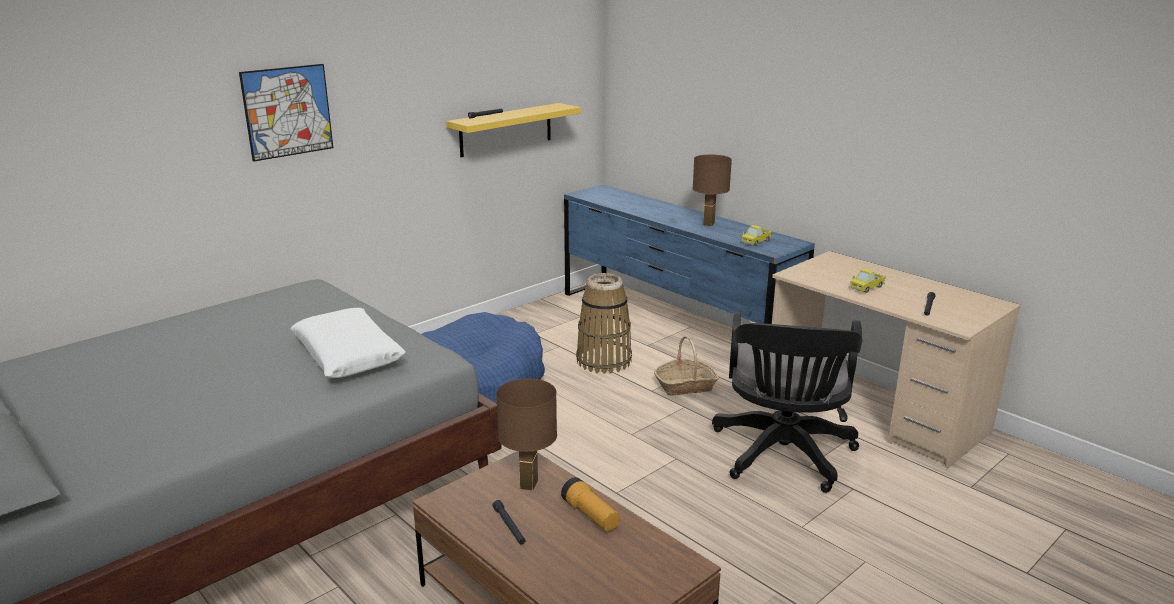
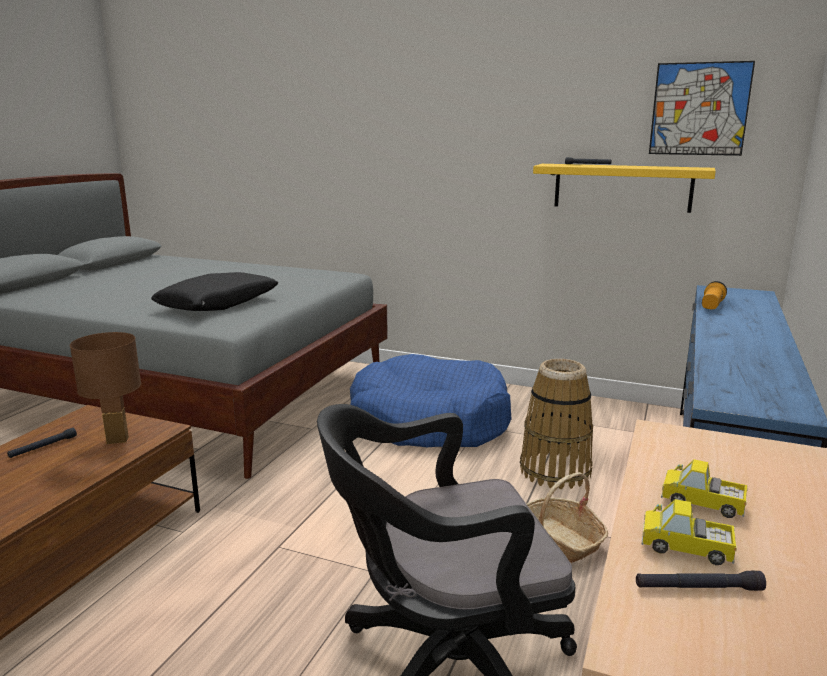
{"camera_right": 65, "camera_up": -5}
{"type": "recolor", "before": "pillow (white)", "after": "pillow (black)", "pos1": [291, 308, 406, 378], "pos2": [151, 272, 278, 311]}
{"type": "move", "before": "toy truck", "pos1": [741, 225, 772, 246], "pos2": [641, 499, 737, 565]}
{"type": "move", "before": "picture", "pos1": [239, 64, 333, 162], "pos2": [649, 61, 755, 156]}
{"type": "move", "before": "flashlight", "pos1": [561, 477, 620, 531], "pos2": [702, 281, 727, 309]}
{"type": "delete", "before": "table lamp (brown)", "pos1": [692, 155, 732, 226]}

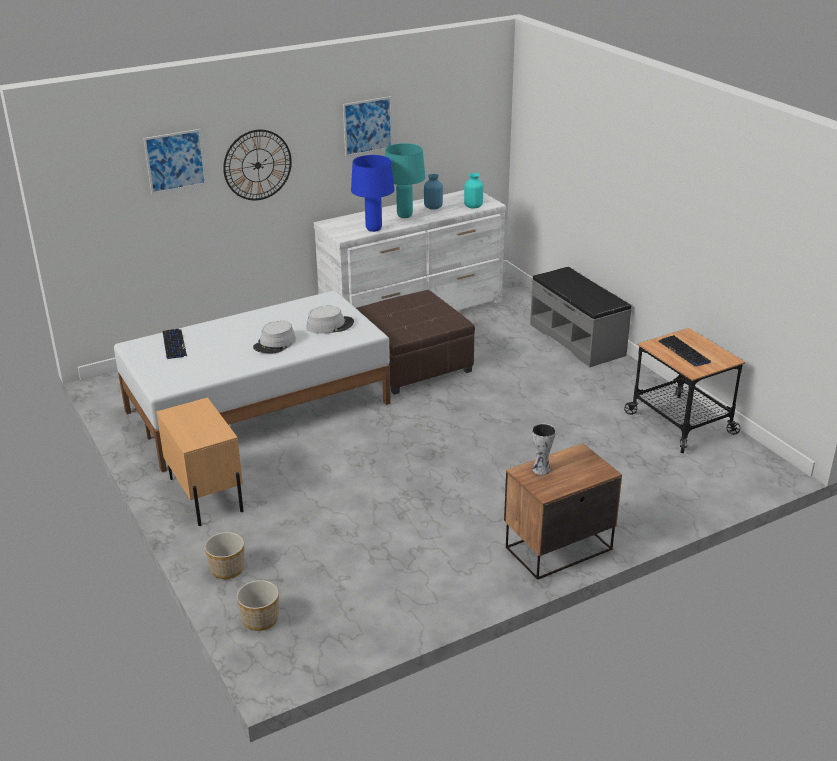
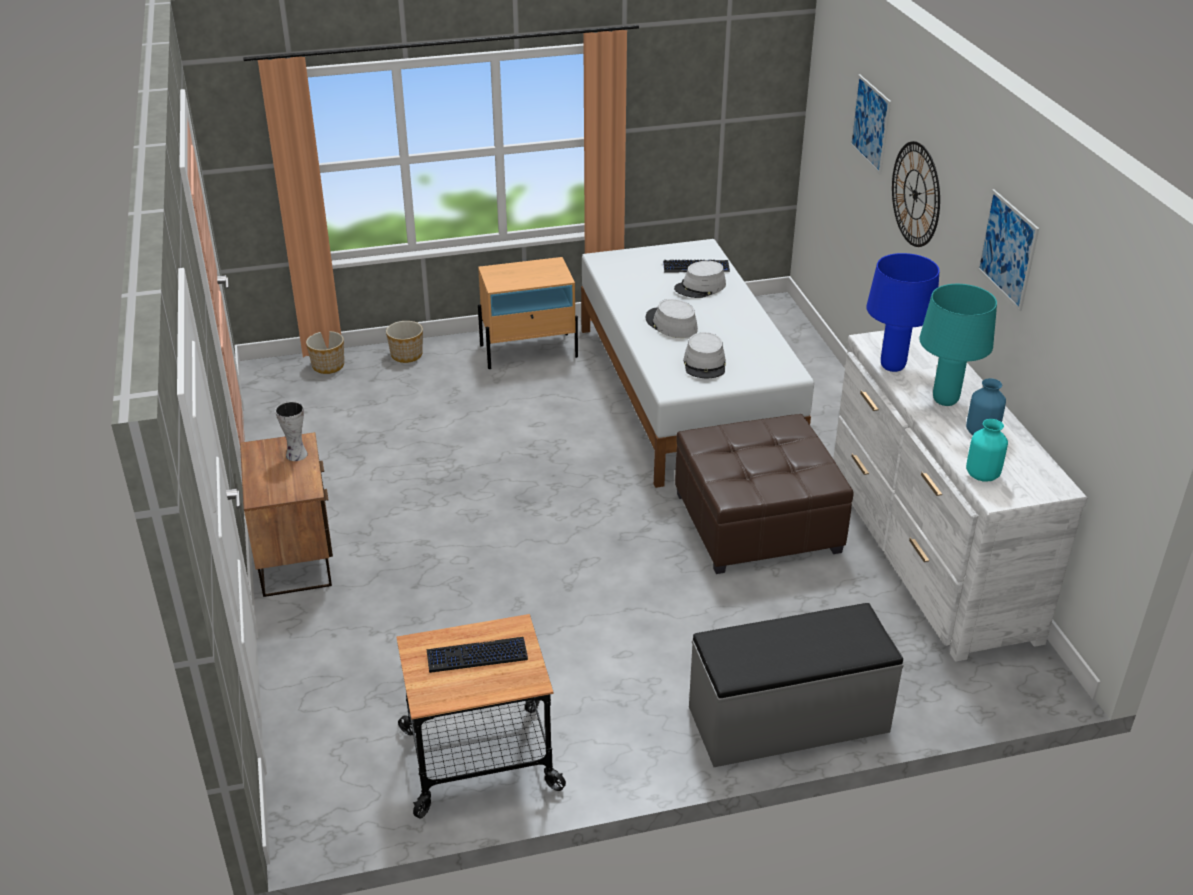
{"camera_right": 105, "camera_up": 5}
{"type": "insert", "after": "hat (grey)", "pos2": [674, 261, 726, 298]}

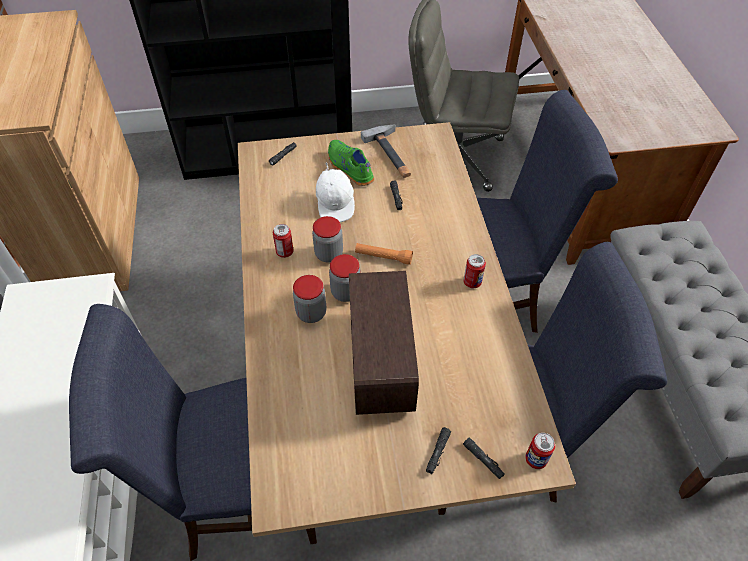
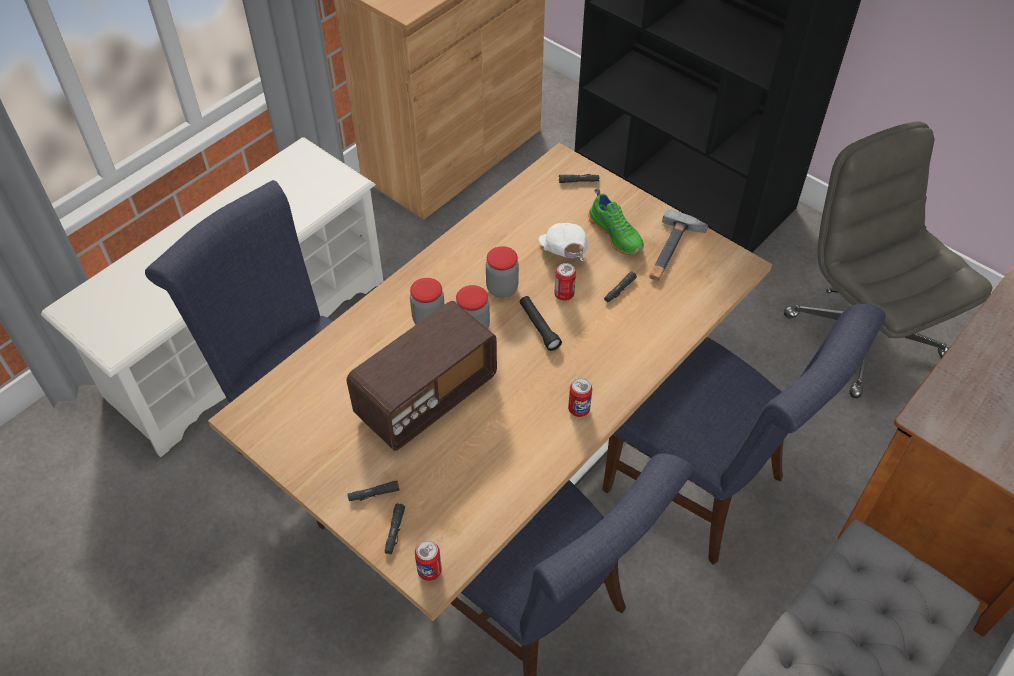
{"camera_right": 50, "camera_up": 0}
{"type": "recolor", "before": "flashlight (orange)", "after": "flashlight (black)", "pos1": [355, 243, 413, 265], "pos2": [520, 296, 562, 351]}
{"type": "rotate", "before": "cap (white)", "pos1": [316, 162, 355, 222], "pos2": [539, 223, 588, 261], "turn": 120}
{"type": "move", "before": "can", "pos1": [273, 224, 294, 258], "pos2": [554, 263, 576, 301]}
{"type": "rotate", "before": "shoe (green)", "pos1": [328, 140, 374, 186], "pos2": [588, 188, 644, 255], "turn": 135}

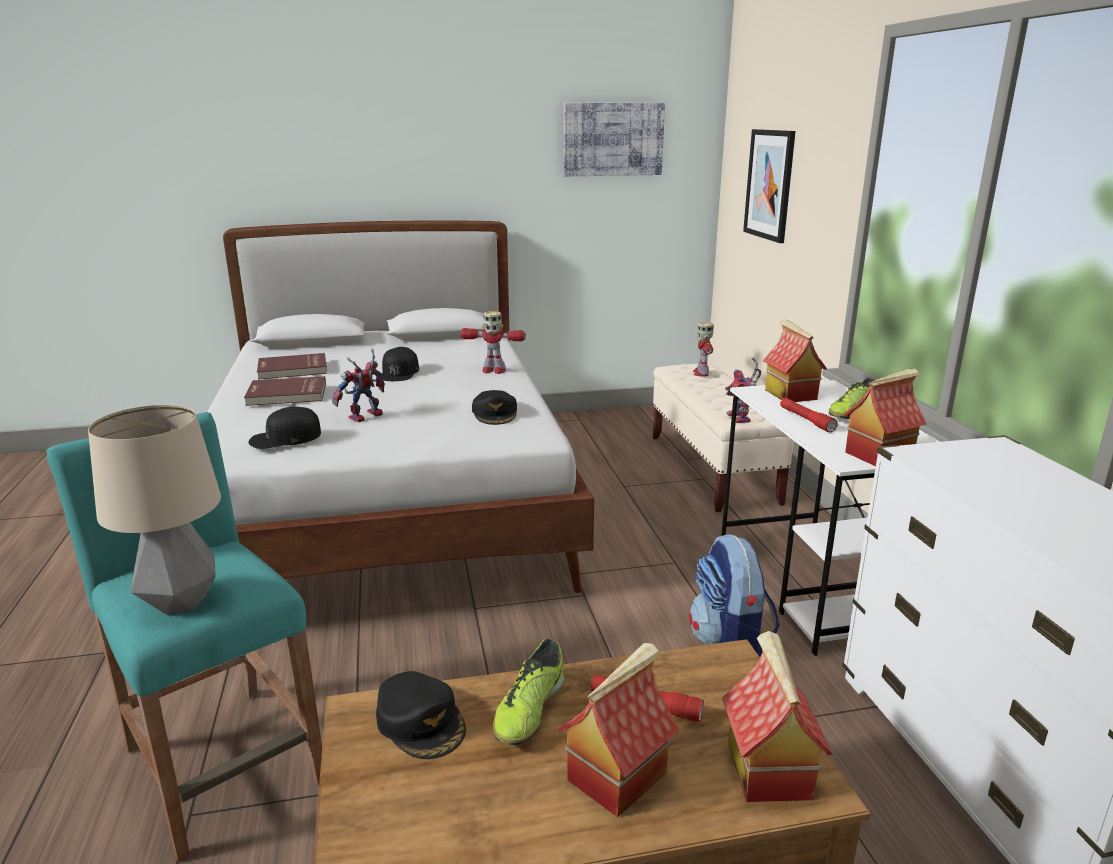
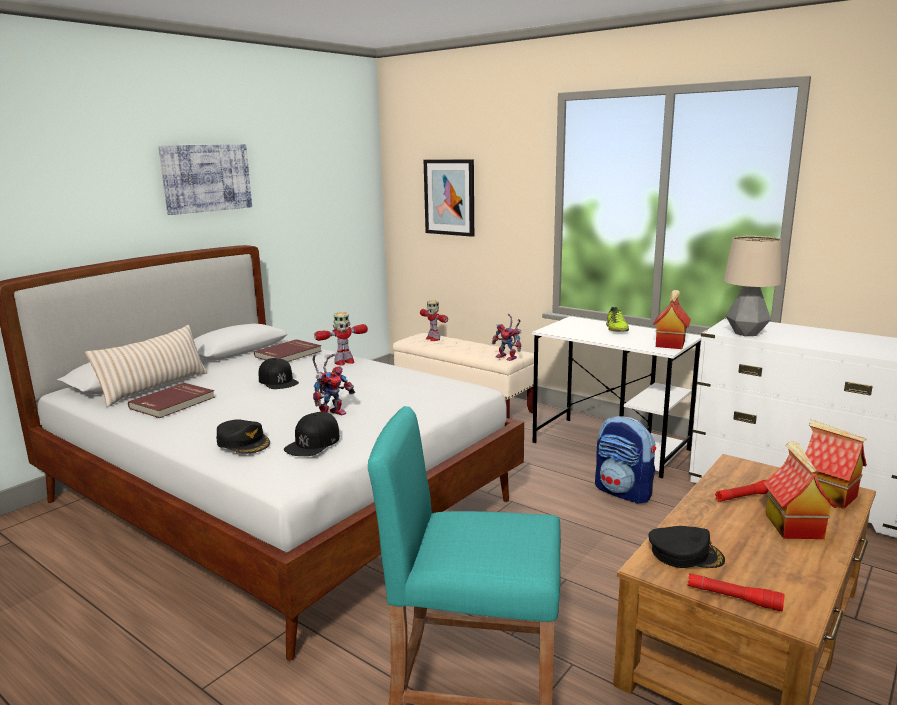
{"camera_right": -40, "camera_up": -5}
{"type": "insert", "after": "pillow (beige)", "pos2": [85, 325, 207, 407]}
{"type": "move", "before": "picture", "pos1": [564, 103, 665, 176], "pos2": [158, 144, 252, 215]}
{"type": "move", "before": "cap (black)", "pos1": [472, 390, 517, 425], "pos2": [216, 419, 270, 454]}
{"type": "move", "before": "book (red)", "pos1": [244, 376, 326, 406], "pos2": [254, 339, 321, 362]}
{"type": "rotate", "before": "toy robot", "pos1": [332, 349, 385, 422], "pos2": [312, 354, 355, 415], "turn": -150}
{"type": "move", "before": "flashlight (red)", "pos1": [780, 398, 838, 432], "pos2": [688, 573, 785, 612]}
{"type": "move", "before": "table lamp", "pos1": [88, 405, 221, 615], "pos2": [723, 236, 782, 336]}
{"type": "delete", "before": "shoe", "pos1": [493, 639, 564, 745]}
{"type": "delete", "before": "toy house", "pos1": [763, 320, 827, 402]}

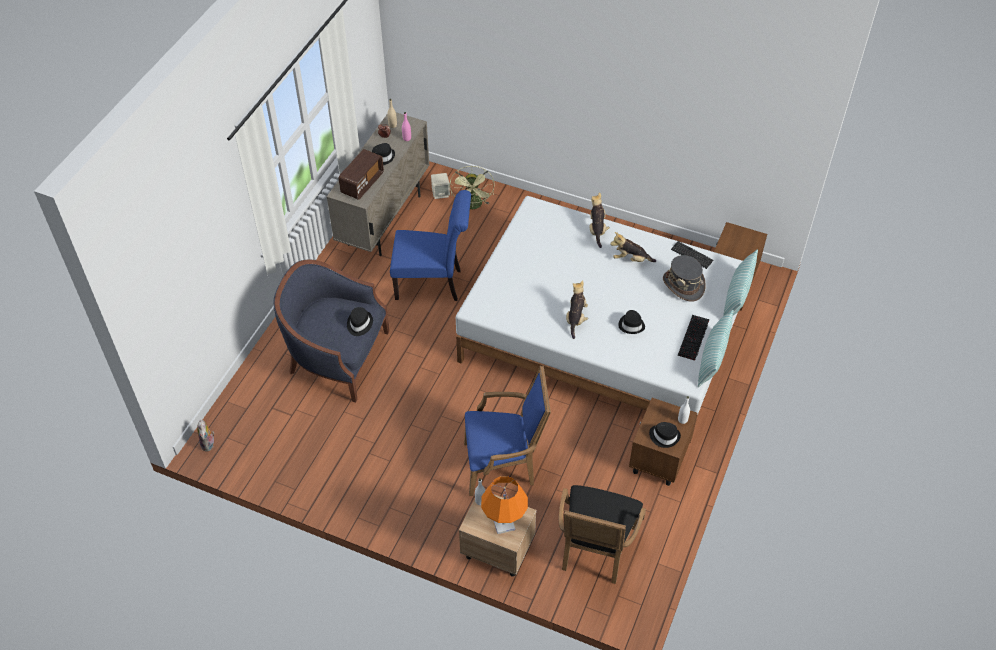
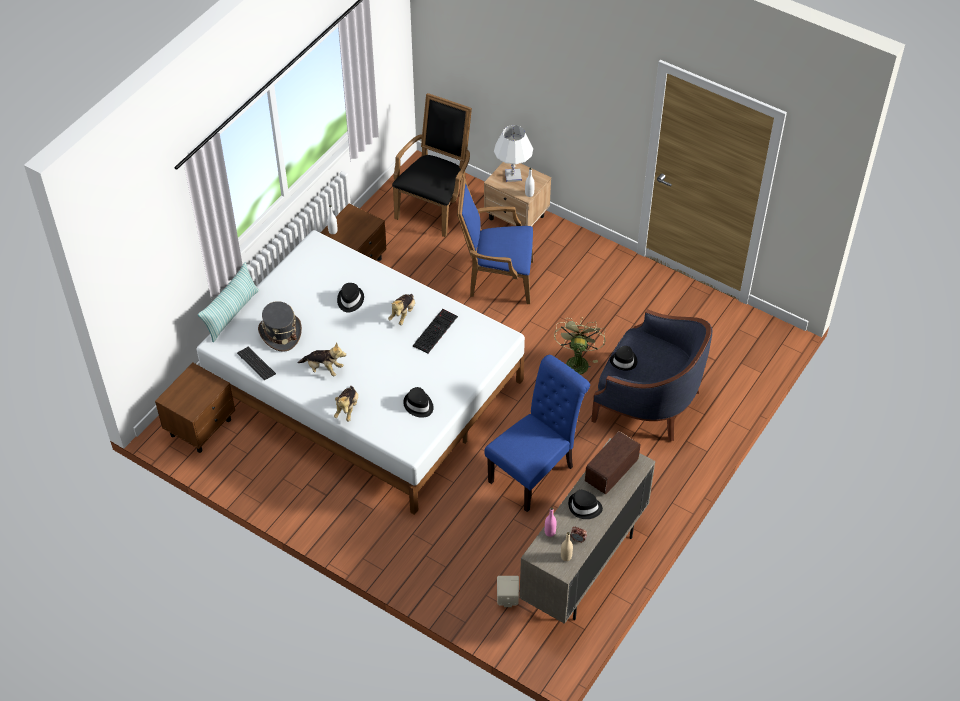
{"camera_right": -170, "camera_up": 0}
{"type": "move", "before": "hat (black)", "pos1": [649, 422, 681, 448], "pos2": [403, 387, 433, 417]}
{"type": "move", "before": "keyboard", "pos1": [678, 315, 709, 361], "pos2": [413, 309, 458, 353]}
{"type": "rotate", "before": "chair (blue)", "pos1": [390, 190, 471, 301], "pos2": [484, 355, 590, 512], "turn": 120}
{"type": "recolor", "before": "table lamp (orange)", "after": "table lamp (white)", "pos1": [481, 476, 528, 534], "pos2": [494, 125, 533, 182]}
{"type": "move", "before": "fan (green)", "pos1": [449, 166, 495, 209], "pos2": [554, 317, 606, 374]}
{"type": "delete", "before": "plush toy", "pos1": [197, 419, 214, 452]}
{"type": "delete", "before": "pillow", "pos1": [698, 310, 734, 387]}

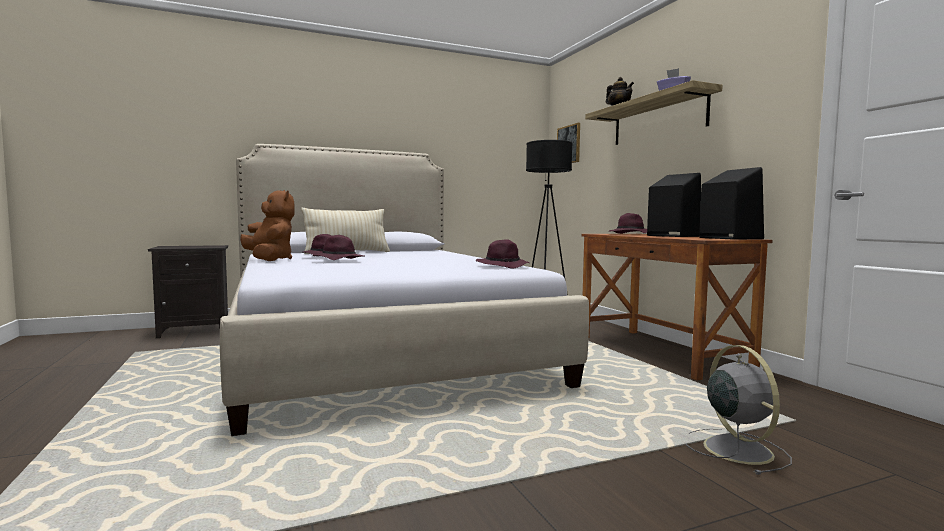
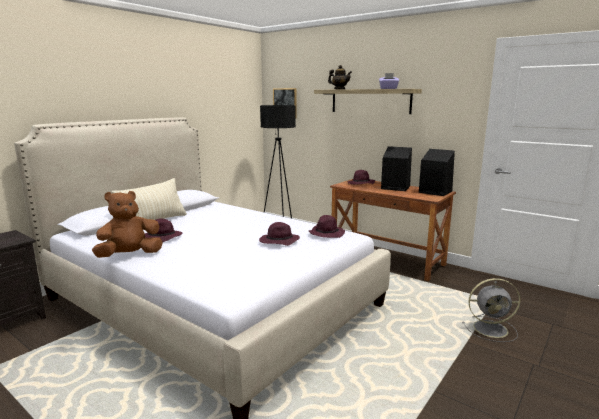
{"camera_right": -30, "camera_up": 10}
{"type": "rotate", "before": "plush toy (brown)", "pos1": [240, 190, 295, 261], "pos2": [92, 191, 163, 258], "turn": -60}
{"type": "move", "before": "hat (purple)", "pos1": [313, 235, 364, 260], "pos2": [259, 222, 300, 246]}
{"type": "rotate", "before": "fan (grey)", "pos1": [686, 345, 792, 475], "pos2": [462, 278, 520, 342], "turn": 135}

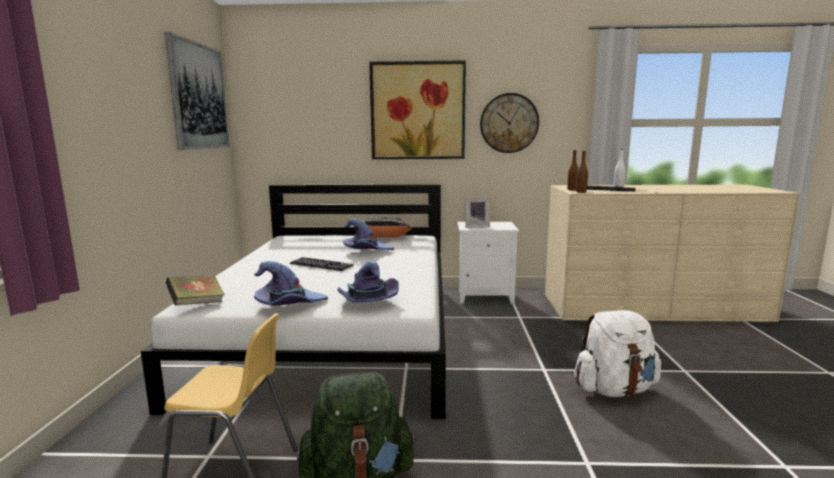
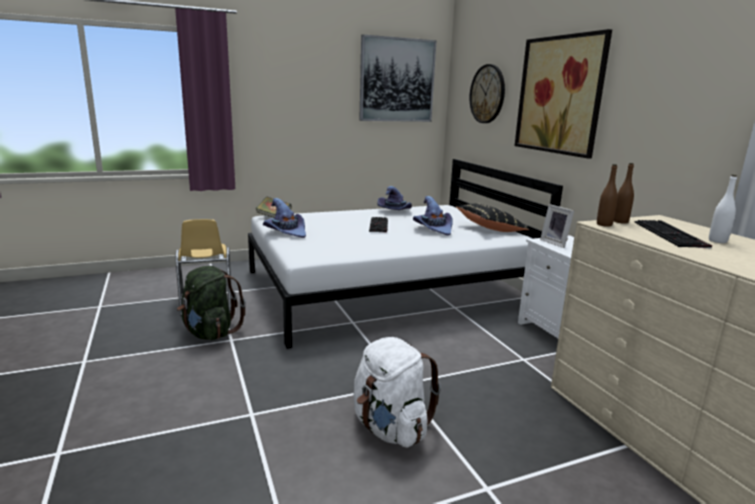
{"camera_right": 65, "camera_up": 5}
{"type": "move", "before": "hat (purple)", "pos1": [337, 261, 399, 303], "pos2": [377, 186, 412, 210]}
{"type": "move", "before": "wall clock", "pos1": [480, 93, 539, 153], "pos2": [470, 64, 505, 123]}

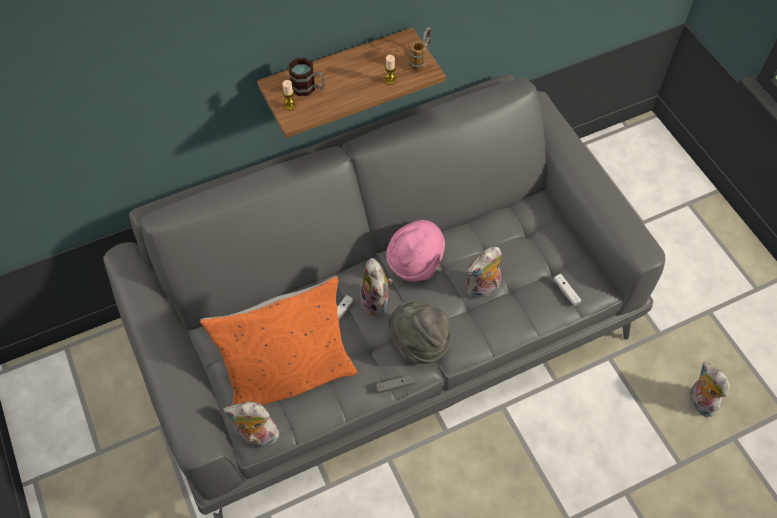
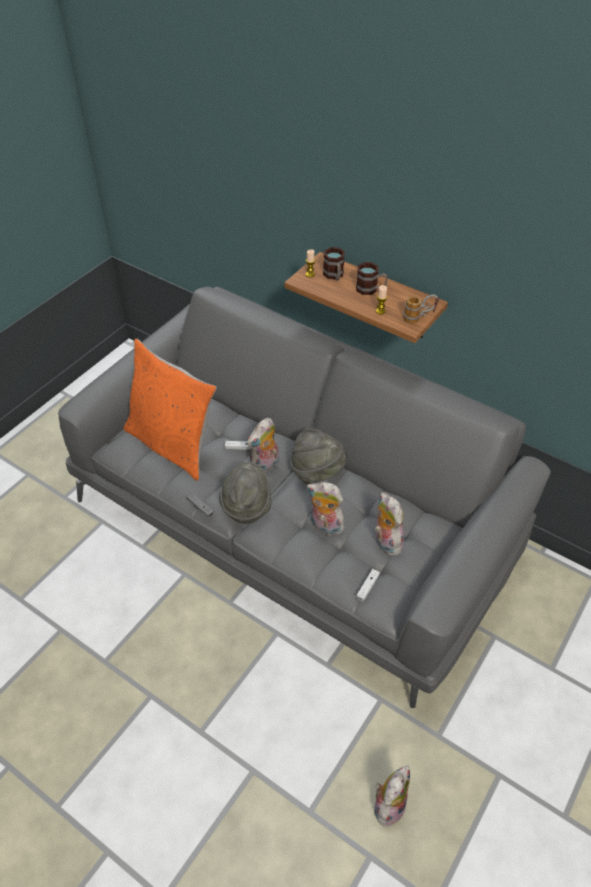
{"camera_right": 60, "camera_up": -10}
{"type": "recolor", "before": "hat (pink)", "after": "hat (grey)", "pos1": [386, 220, 445, 282], "pos2": [291, 428, 347, 484]}
{"type": "insert", "after": "mug", "pos2": [356, 262, 388, 295]}
{"type": "move", "before": "plush toy", "pos1": [223, 402, 283, 448], "pos2": [375, 492, 404, 555]}

